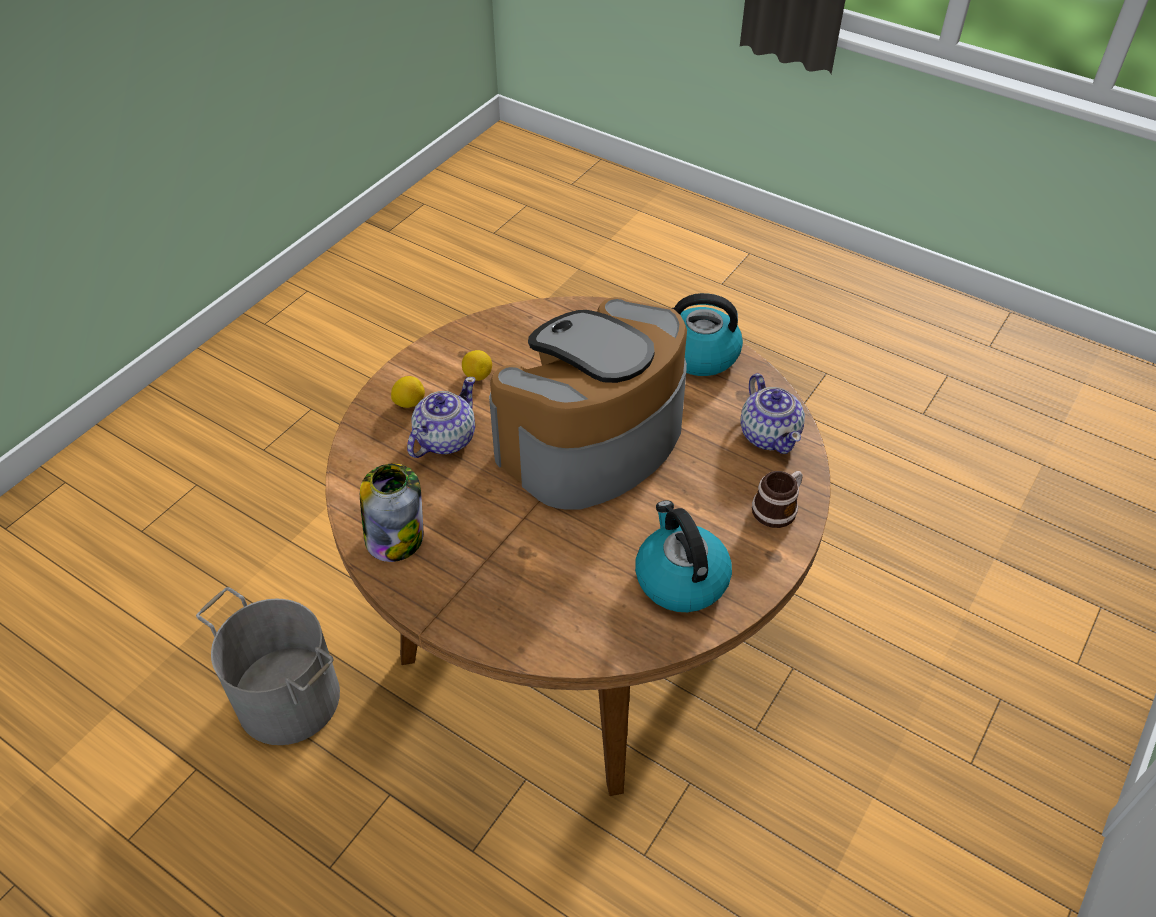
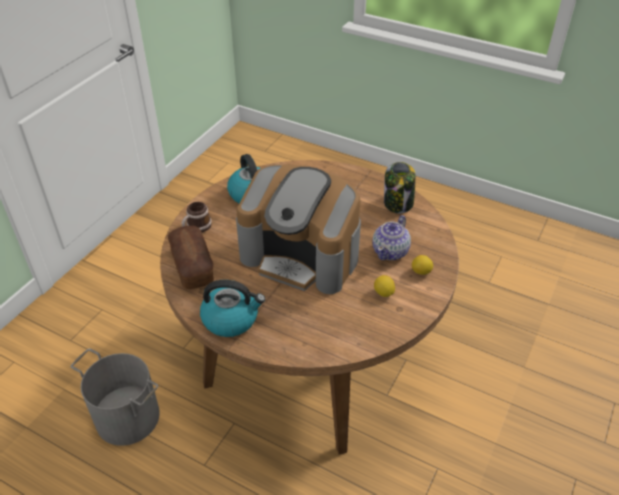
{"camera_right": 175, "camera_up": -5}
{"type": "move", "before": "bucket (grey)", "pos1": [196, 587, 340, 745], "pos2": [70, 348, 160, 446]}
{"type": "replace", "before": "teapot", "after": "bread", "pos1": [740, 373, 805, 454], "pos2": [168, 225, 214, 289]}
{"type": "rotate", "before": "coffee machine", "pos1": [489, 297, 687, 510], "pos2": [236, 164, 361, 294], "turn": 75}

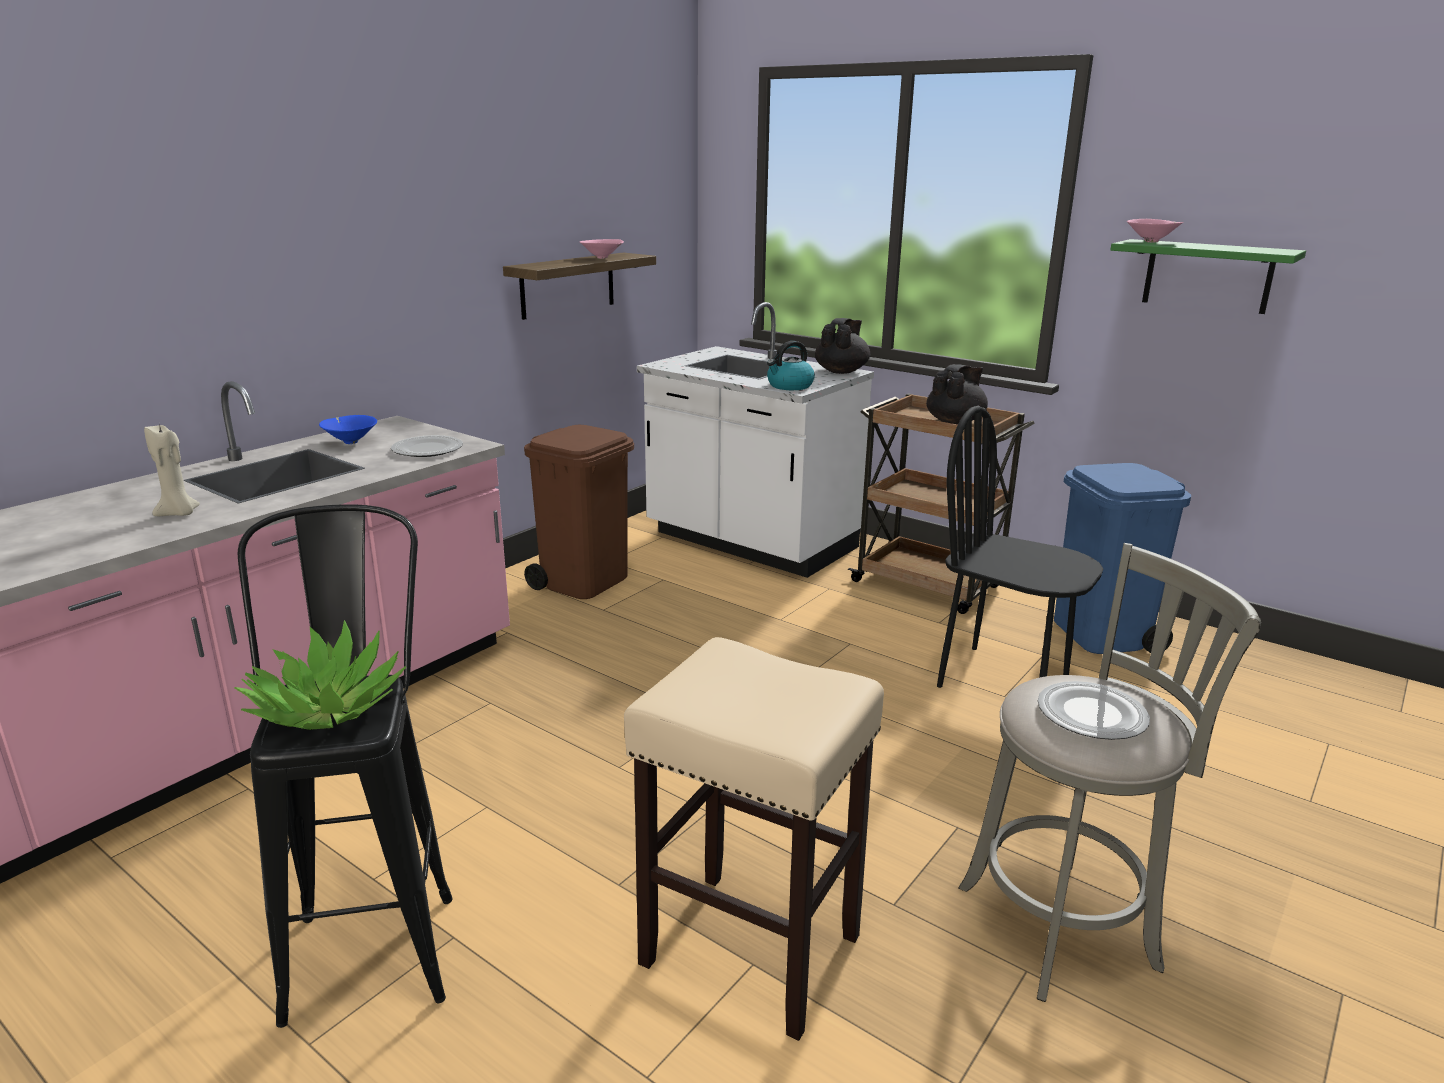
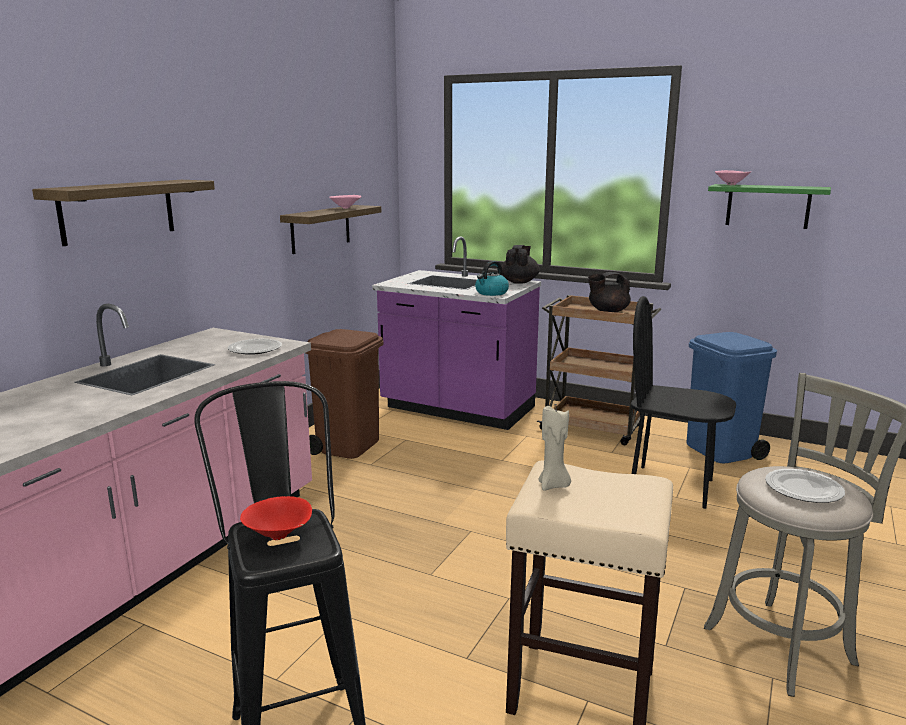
{"camera_right": -10, "camera_up": -5}
{"type": "insert", "after": "shelf", "pos2": [32, 180, 215, 246]}
{"type": "replace", "before": "potted plant", "after": "bowl (red)", "pos1": [235, 620, 406, 730], "pos2": [240, 496, 312, 540]}
{"type": "recolor", "before": "counter (white)", "after": "counter (purple)", "pos1": [637, 302, 874, 578], "pos2": [372, 236, 541, 430]}
{"type": "move", "before": "candle (beige)", "pos1": [144, 424, 200, 516], "pos2": [538, 406, 571, 491]}
{"type": "rotate", "before": "teapot (black)", "pos1": [926, 364, 988, 424], "pos2": [588, 272, 631, 313], "turn": -135}
{"type": "delete", "before": "bowl (blue)", "pos1": [319, 415, 377, 444]}

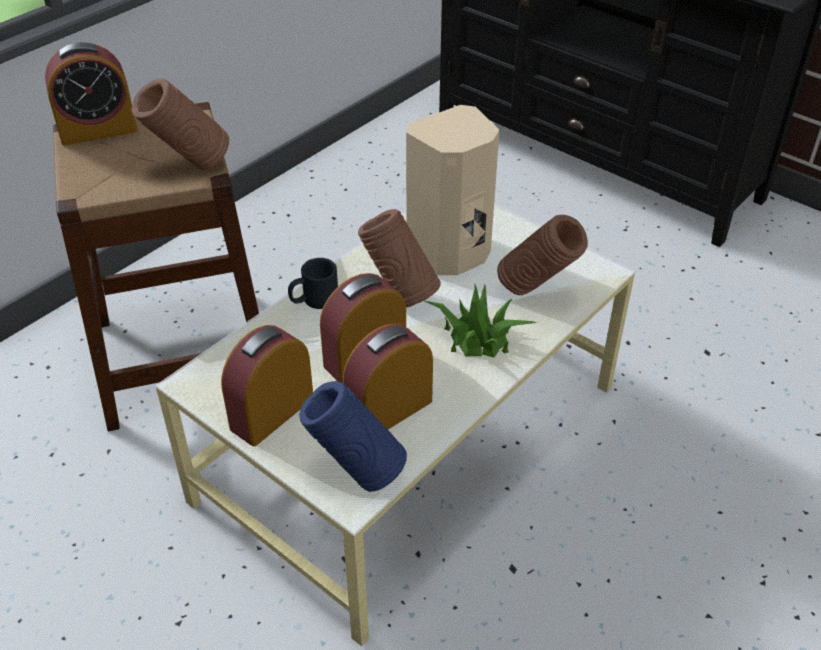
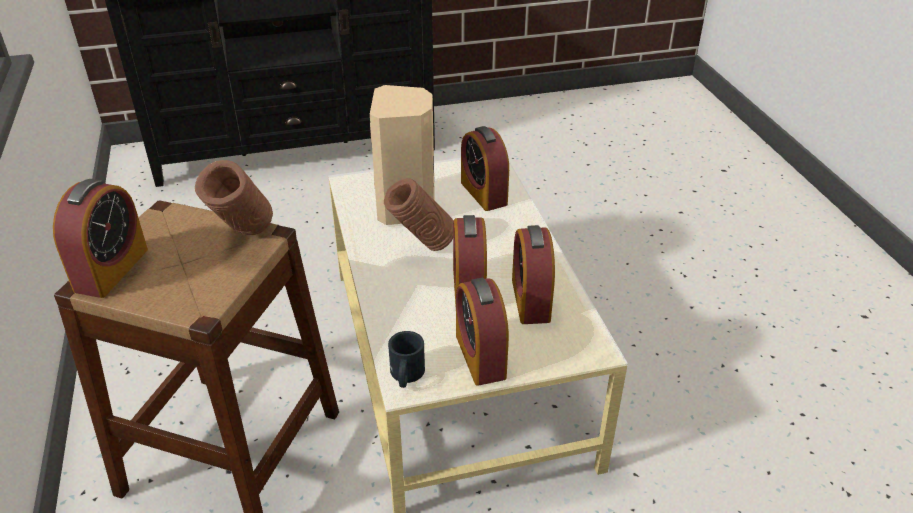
{"camera_right": -55, "camera_up": -5}
{"type": "move", "before": "mug (black)", "pos1": [288, 258, 338, 309], "pos2": [388, 331, 425, 388]}
{"type": "replace", "before": "vase (brown)", "after": "alarm clock", "pos1": [497, 215, 588, 295], "pos2": [461, 126, 509, 211]}
{"type": "delete", "before": "vase (blue)", "pos1": [299, 381, 407, 492]}
{"type": "delete", "before": "potted plant", "pos1": [423, 284, 537, 357]}

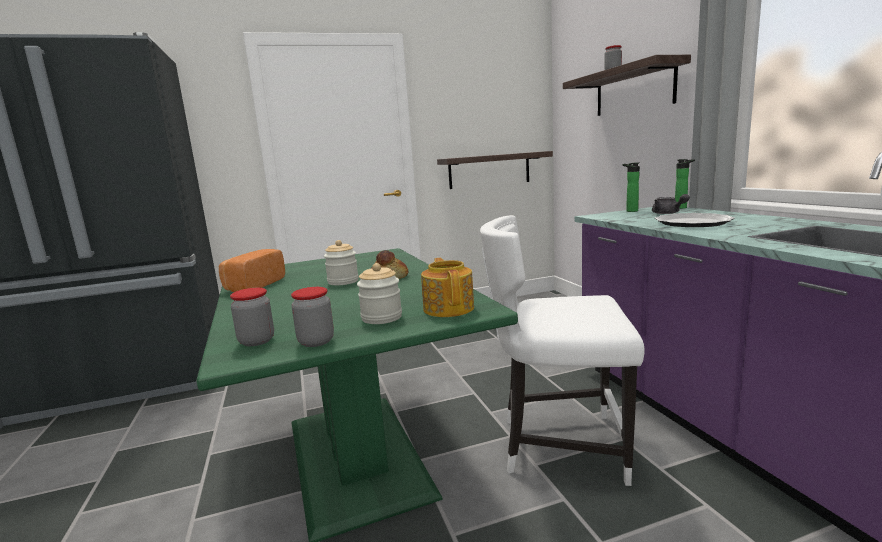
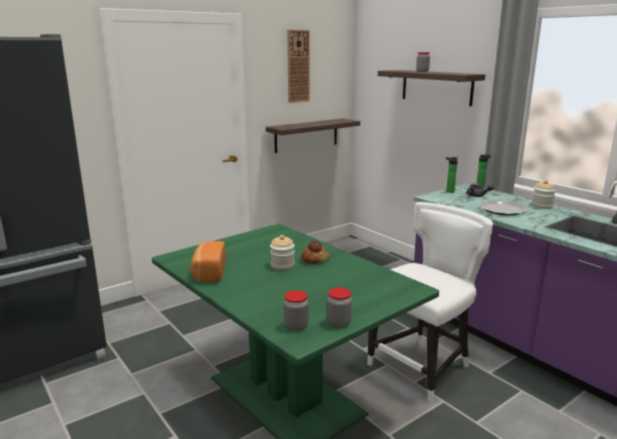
{"camera_right": -20, "camera_up": 5}
{"type": "insert", "after": "wall clock", "pos2": [287, 30, 310, 103]}
{"type": "rotate", "before": "chair (white)", "pos1": [480, 215, 645, 486], "pos2": [367, 202, 493, 403], "turn": 150}
{"type": "move", "before": "jar", "pos1": [357, 263, 402, 324], "pos2": [532, 180, 556, 209]}
{"type": "delete", "before": "teapot", "pos1": [421, 258, 474, 317]}

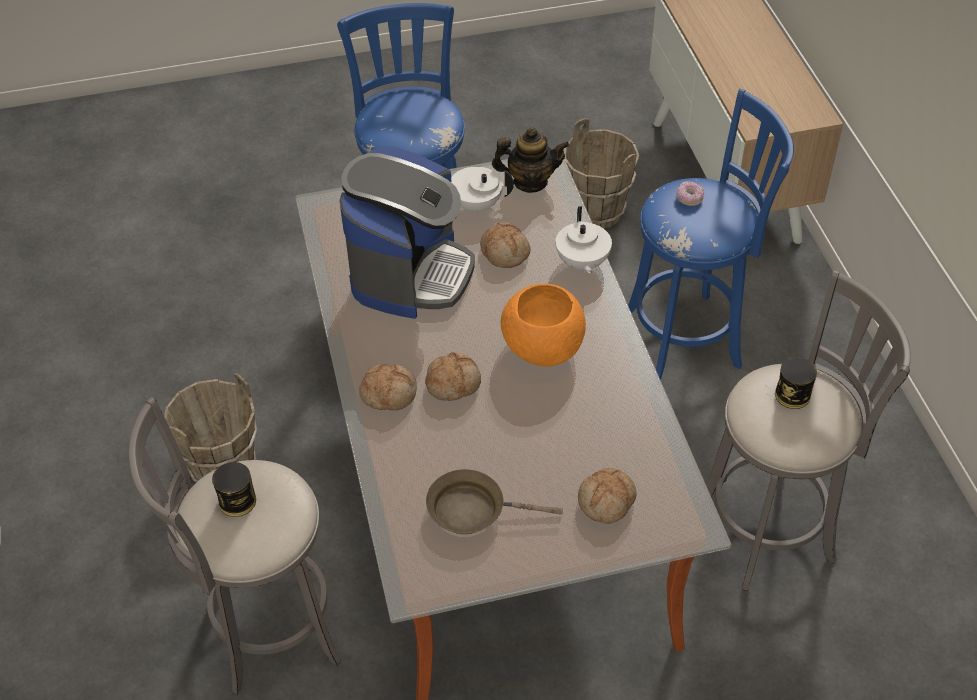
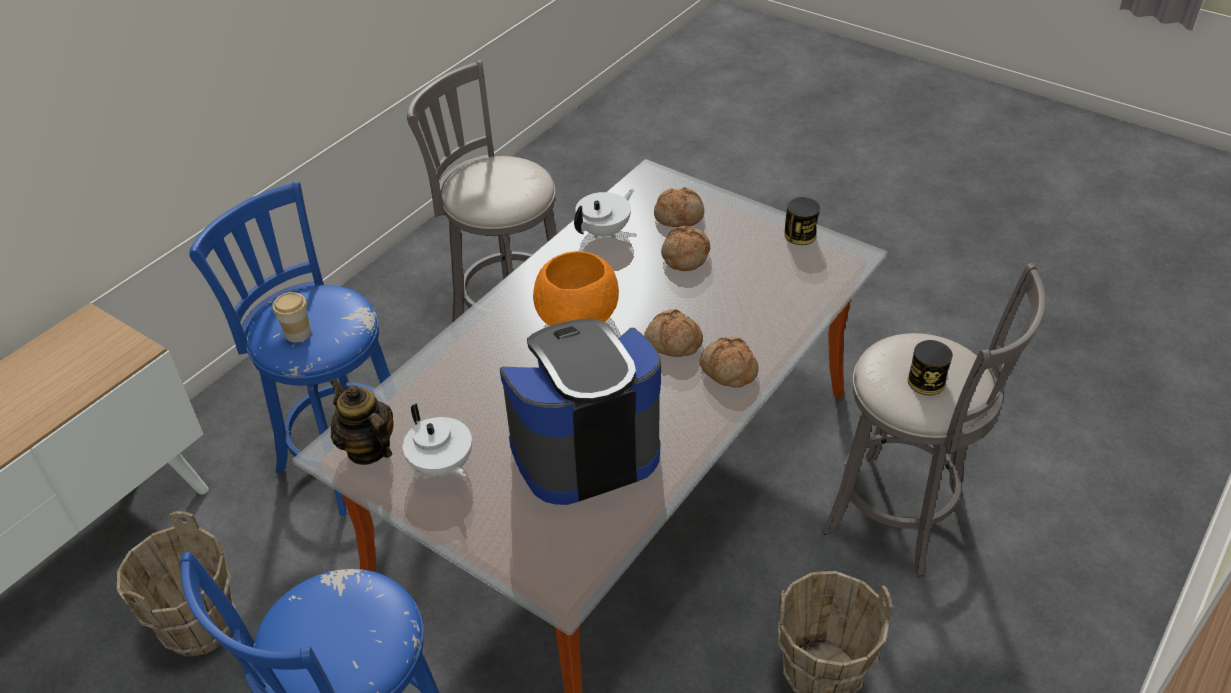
{"camera_right": -130, "camera_up": -5}
{"type": "replace", "before": "donut", "after": "cup", "pos1": [676, 181, 704, 206], "pos2": [272, 292, 311, 343]}
{"type": "move", "before": "teapot (white)", "pos1": [556, 206, 612, 273], "pos2": [574, 189, 634, 238]}
{"type": "move", "before": "bread", "pos1": [480, 222, 530, 268], "pos2": [661, 226, 710, 271]}
{"type": "move", "before": "can", "pos1": [775, 357, 817, 409], "pos2": [784, 197, 820, 245]}
{"type": "delete", "before": "frying pan (brown)", "pos1": [426, 469, 563, 534]}

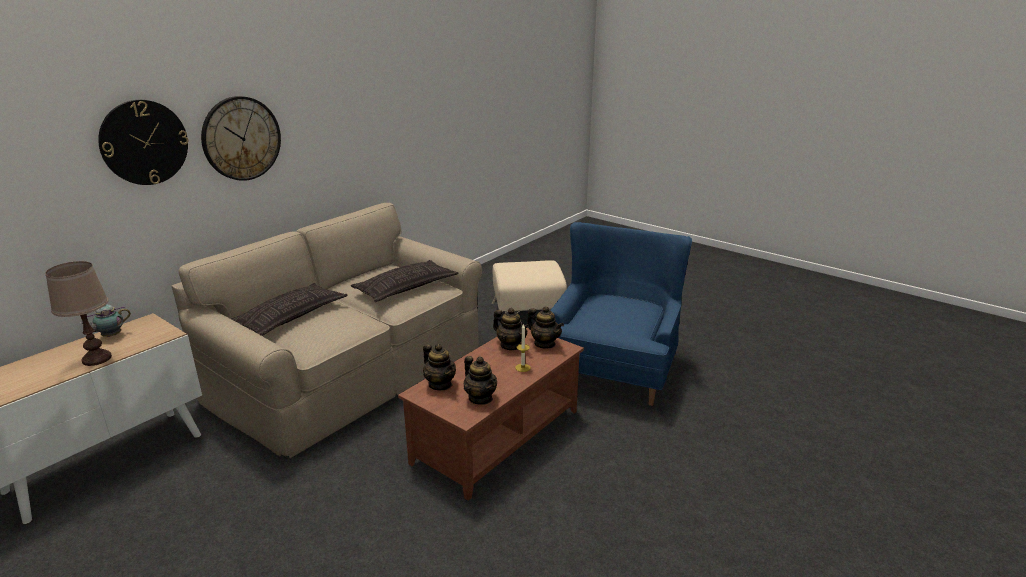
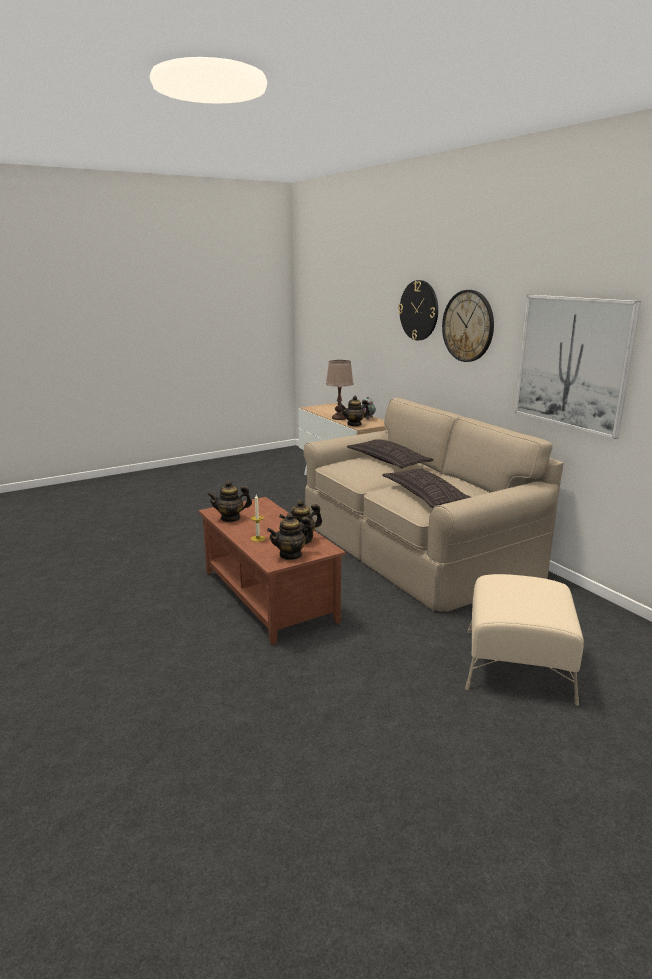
{"camera_right": 110, "camera_up": -5}
{"type": "move", "before": "teapot", "pos1": [423, 344, 456, 390], "pos2": [340, 396, 370, 426]}
{"type": "insert", "after": "picture", "pos2": [514, 295, 641, 439]}
{"type": "delete", "before": "armchair (blue)", "pos1": [550, 222, 692, 406]}

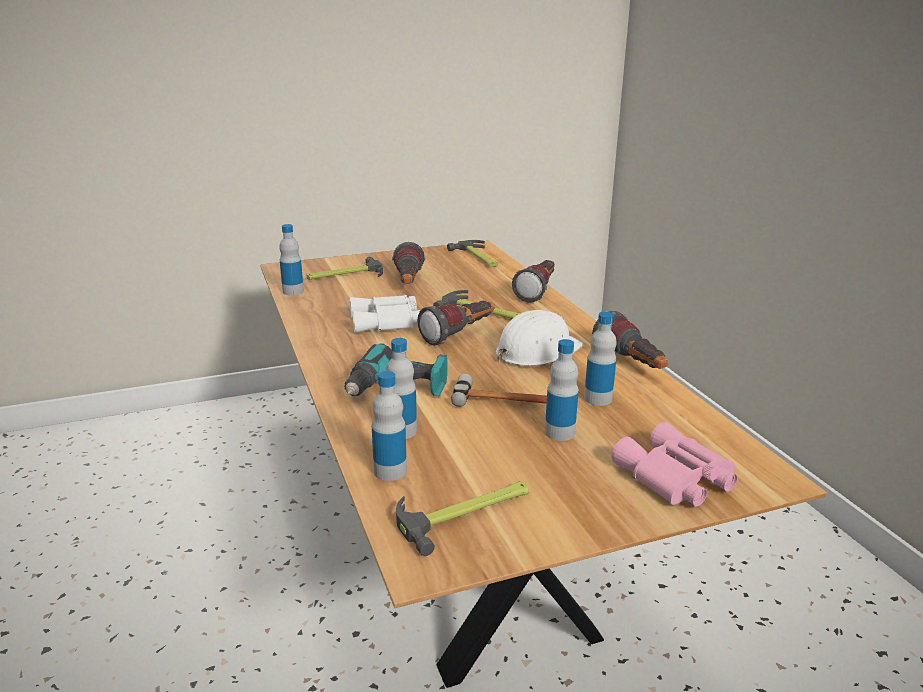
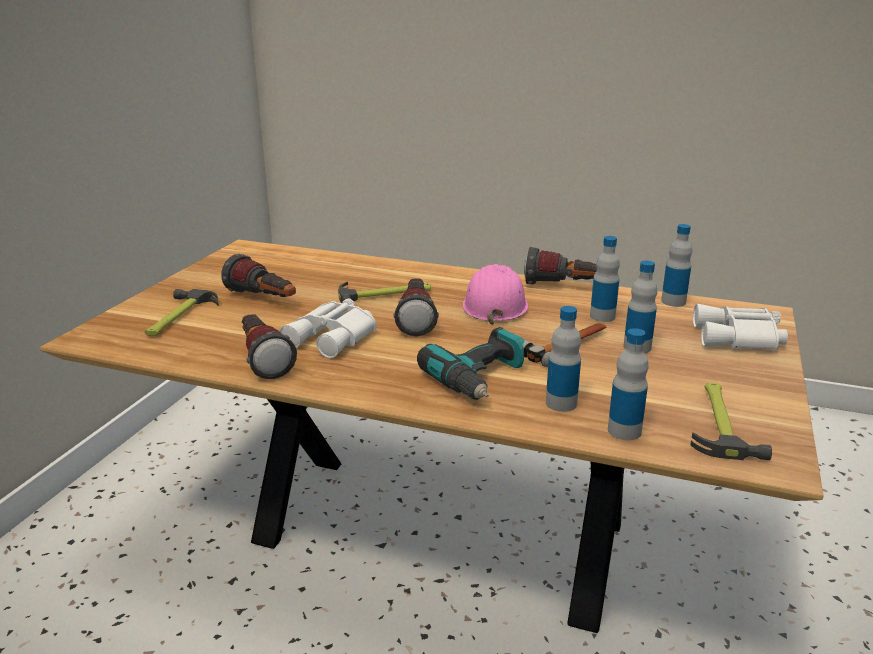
{"camera_right": -50, "camera_up": 0}
{"type": "move", "before": "flashlight", "pos1": [512, 260, 555, 302], "pos2": [242, 314, 297, 379]}
{"type": "recolor", "before": "hard hat (white)", "after": "hard hat (pink)", "pos1": [496, 310, 583, 366], "pos2": [463, 264, 528, 325]}
{"type": "move", "before": "bottle", "pos1": [279, 224, 304, 296], "pos2": [661, 224, 692, 307]}
{"type": "recolor", "before": "binoculars (pink)", "after": "binoculars (white)", "pos1": [612, 422, 738, 506], "pos2": [693, 304, 788, 351]}
{"type": "delete", "before": "hammer", "pos1": [447, 240, 498, 267]}

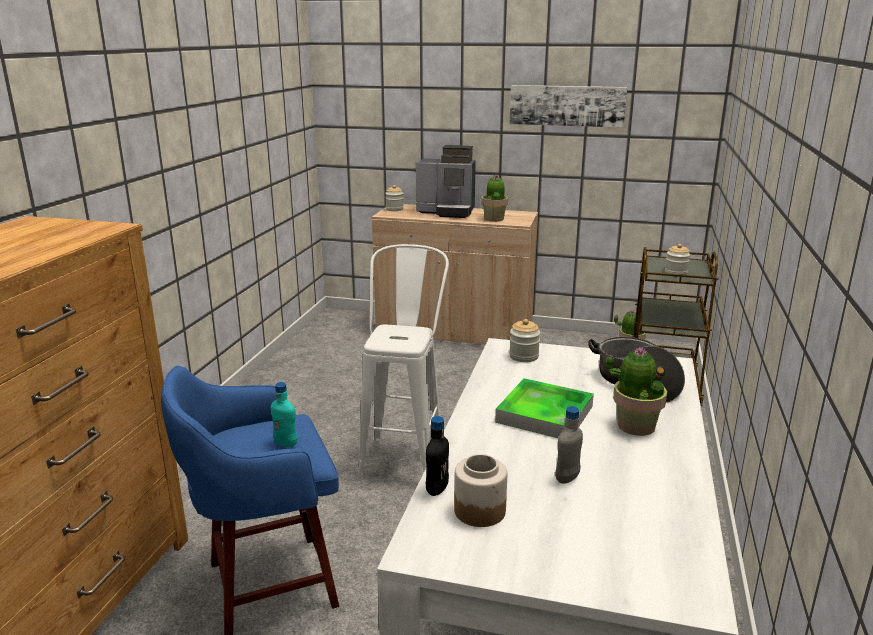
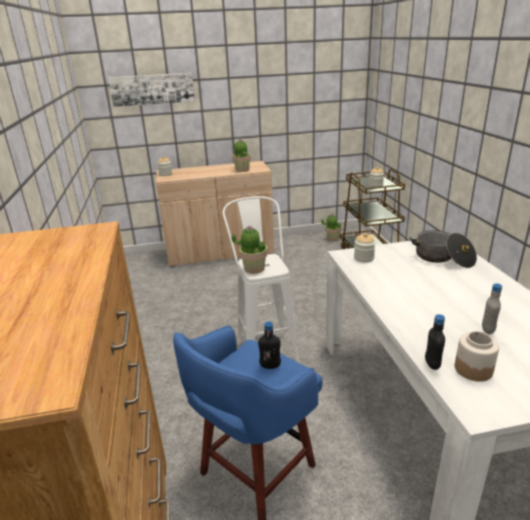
{"camera_right": -25, "camera_up": 5}
{"type": "move", "before": "picture", "pos1": [510, 85, 627, 128], "pos2": [108, 73, 195, 107]}
{"type": "move", "before": "potted plant", "pos1": [605, 347, 667, 436], "pos2": [231, 225, 268, 274]}
{"type": "recolor", "before": "bottle (turquoise)", "after": "bottle (black)", "pos1": [271, 382, 298, 447], "pos2": [258, 321, 281, 369]}
{"type": "delete", "before": "coffee machine", "pos1": [416, 145, 476, 218]}
{"type": "delete", "before": "tray", "pos1": [495, 378, 594, 438]}

